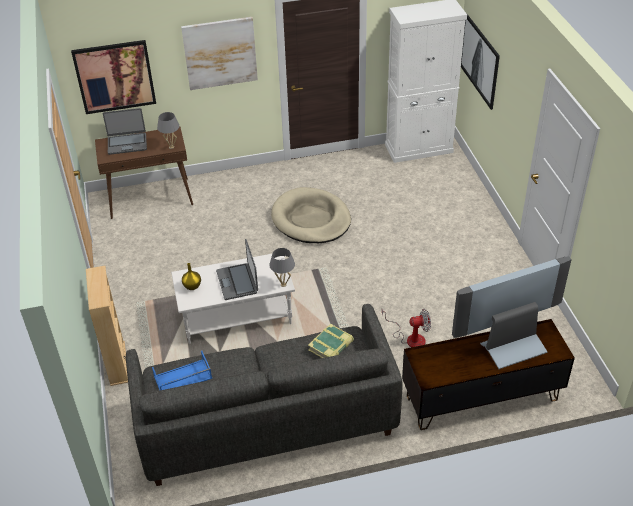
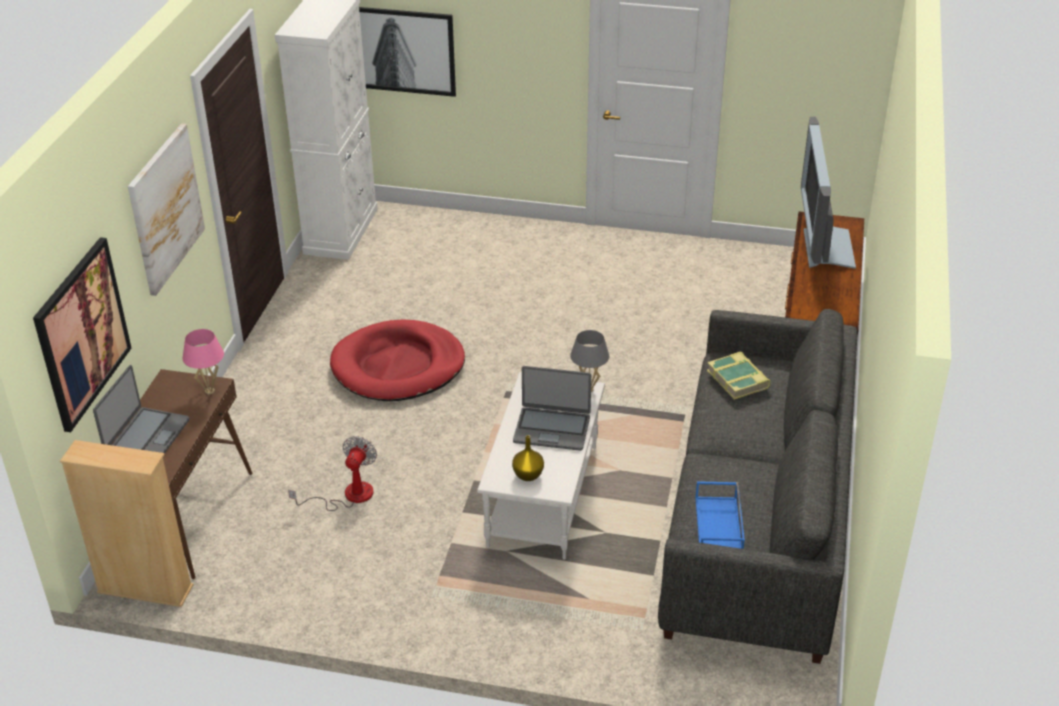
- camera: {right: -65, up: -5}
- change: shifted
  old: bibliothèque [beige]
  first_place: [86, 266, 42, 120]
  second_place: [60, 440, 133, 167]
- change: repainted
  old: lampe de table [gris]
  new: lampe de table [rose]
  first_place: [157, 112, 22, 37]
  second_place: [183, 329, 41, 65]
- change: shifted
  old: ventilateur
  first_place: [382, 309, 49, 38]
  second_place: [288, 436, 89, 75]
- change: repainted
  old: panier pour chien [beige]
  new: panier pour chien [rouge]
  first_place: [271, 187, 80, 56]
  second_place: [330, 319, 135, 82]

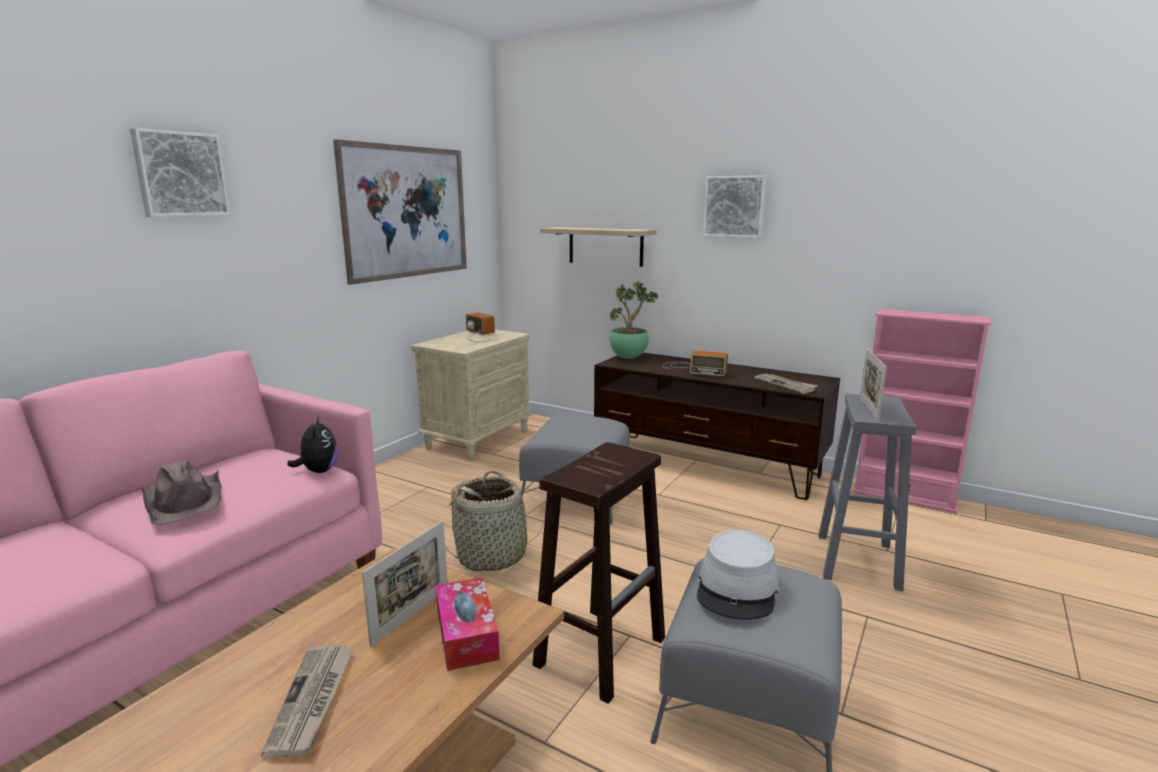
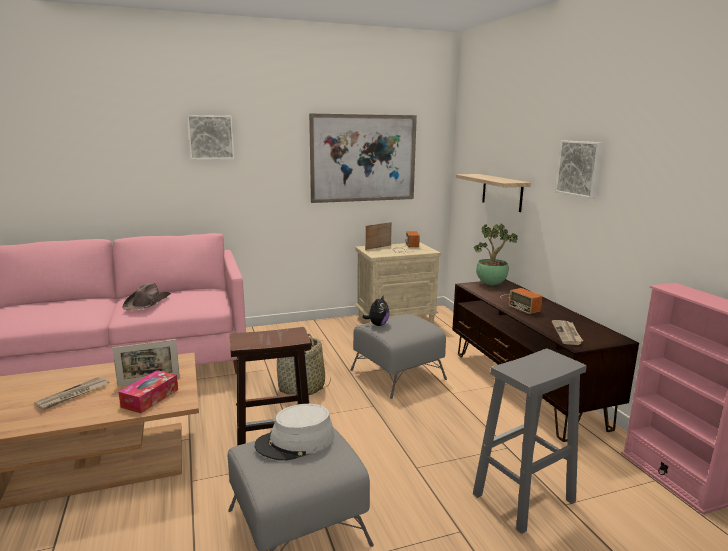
- camera: {right: 40, up: 0}
- change: shifted
  old: peluche
  first_place: [287, 417, 51, 56]
  second_place: [362, 295, 27, 31]
- change: shifted
  old: cadre photo
  first_place: [860, 349, 27, 72]
  second_place: [365, 222, 27, 28]

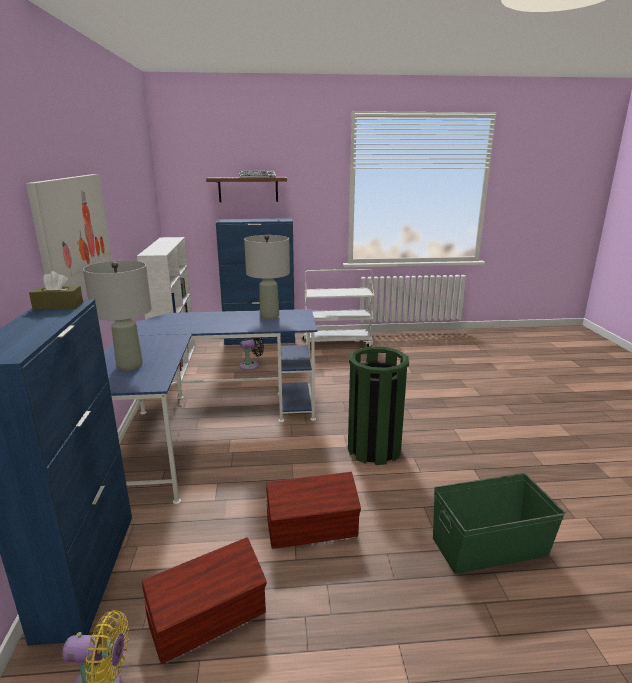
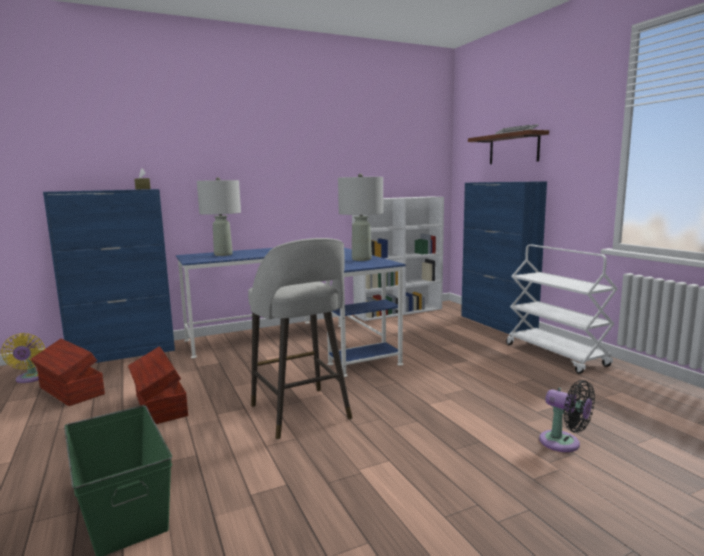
- camera: {right: 70, up: -10}
- change: swapped
  old: poubelle [vert]
  new: tabouret [gris]
  first_place: [348, 346, 61, 119]
  second_place: [248, 238, 104, 202]
- change: shifted
  old: ventilateur [noir]
  first_place: [240, 337, 24, 33]
  second_place: [539, 380, 56, 72]
- change: gone
  old: tableau
  first_place: [26, 174, 86, 119]

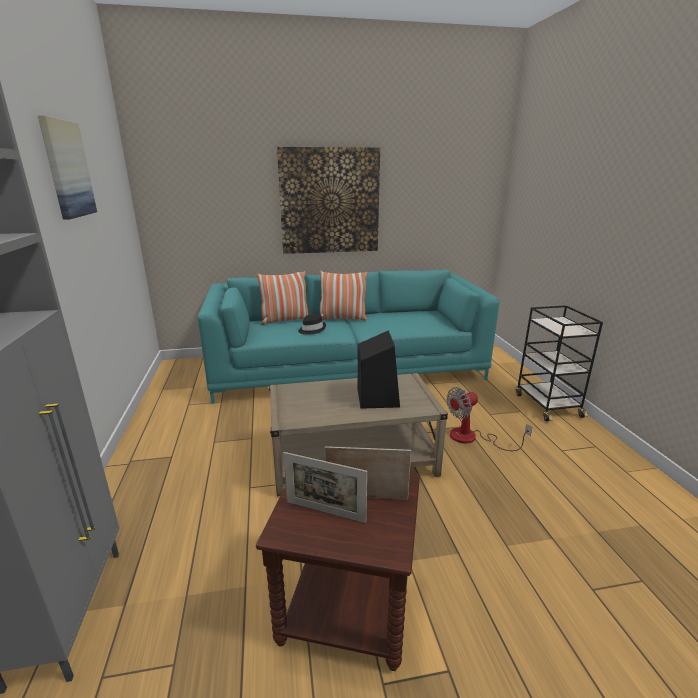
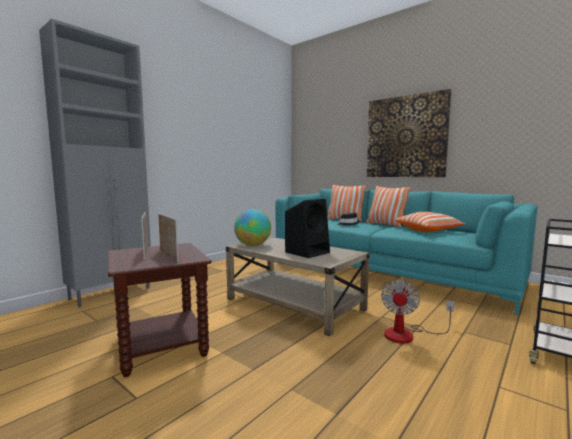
- camera: {right: 50, up: -15}
- change: new
  new: globe
  second_place: [234, 209, 37, 37]
- change: rotated
  old: ventilateur
  first_place: [446, 387, 86, 64]
  second_place: [381, 279, 73, 64]
  degrees: -90
- change: new
  new: coussin
  second_place: [395, 212, 71, 20]
- change: gone
  old: tableau
  first_place: [38, 115, 59, 105]

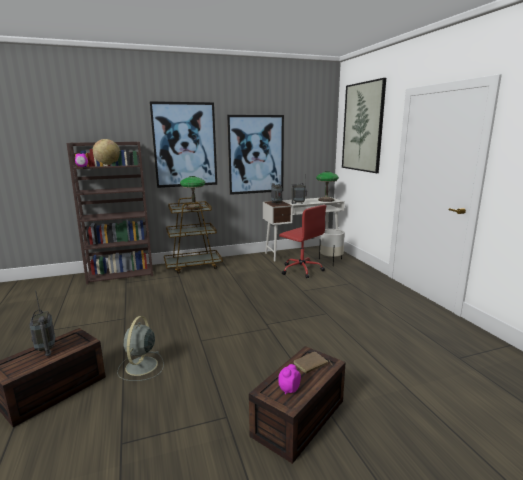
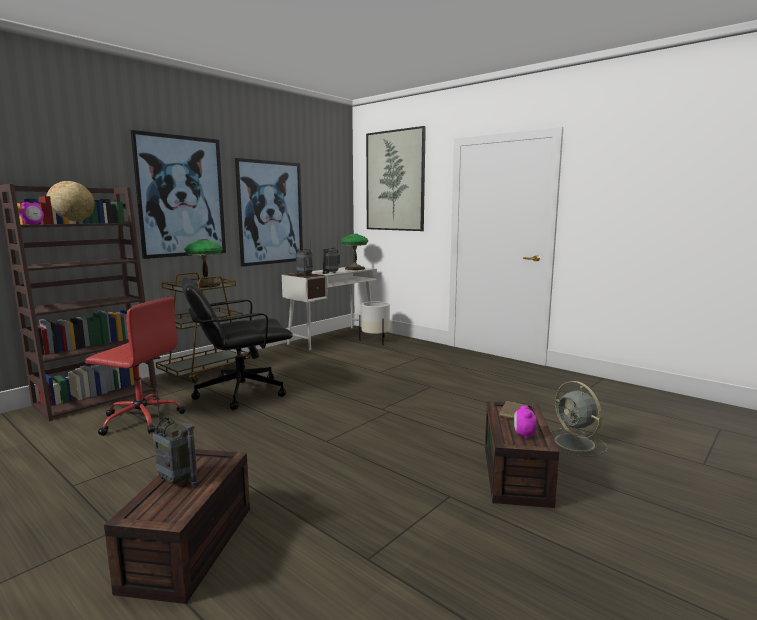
- camera: {right: -30, up: -5}
- change: shifted
  old: chaise de bureau [rouge]
  first_place: [279, 205, 47, 74]
  second_place: [85, 297, 101, 139]
- change: new
  new: chaise de bureau [noir]
  second_place: [181, 277, 112, 133]
- change: shifted
  old: ventilateur [gris]
  first_place: [117, 316, 47, 65]
  second_place: [551, 381, 57, 76]

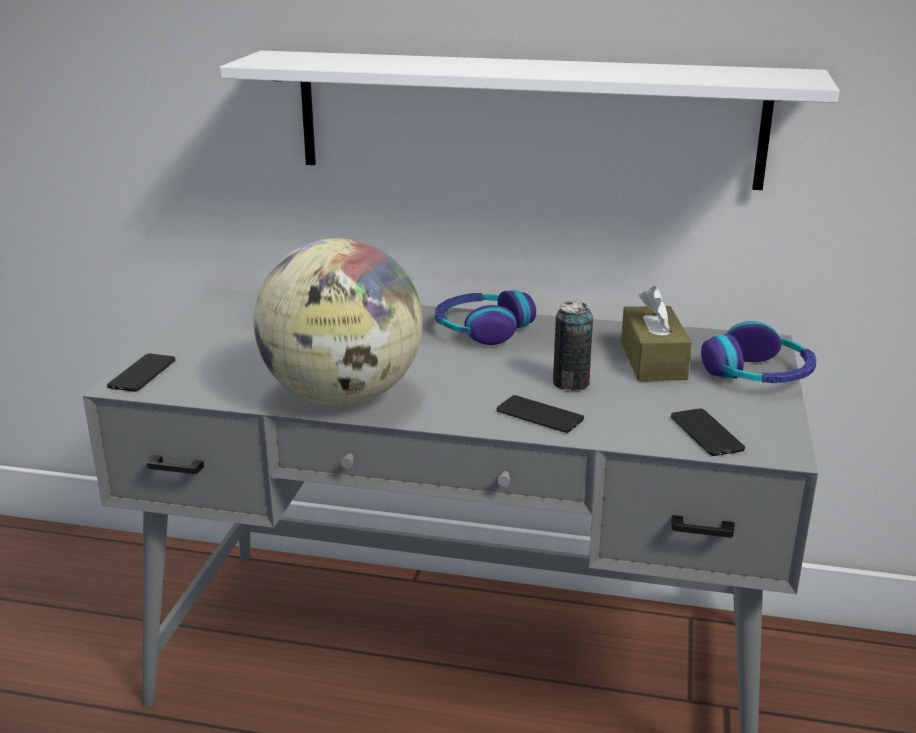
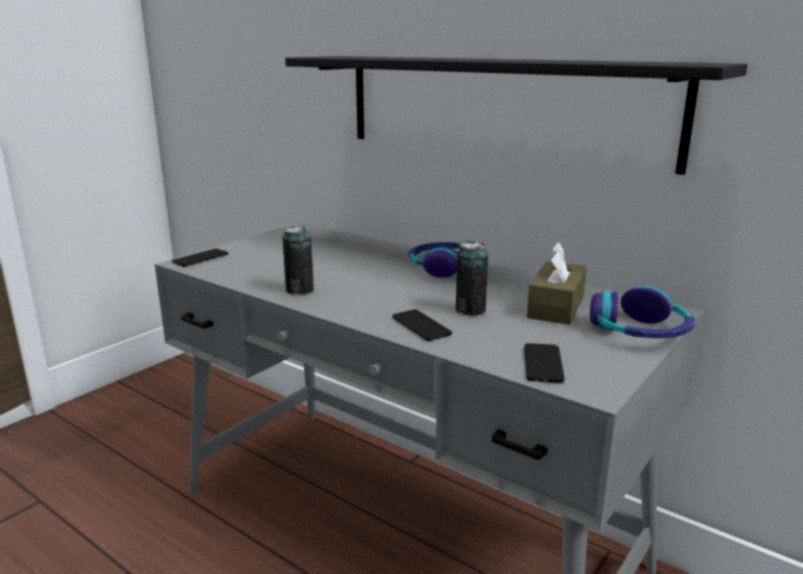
- camera: {right: 25, up: -5}
- change: swapped
  old: globe
  new: boîte métallique
  first_place: [254, 238, 169, 168]
  second_place: [282, 227, 32, 68]
- change: repainted
  old: étagère [blanc]
  new: étagère [noir]
  first_place: [220, 51, 619, 139]
  second_place: [285, 56, 462, 119]

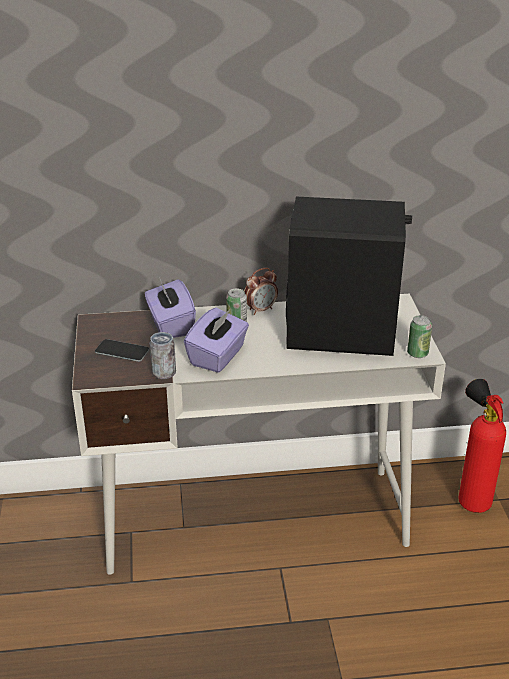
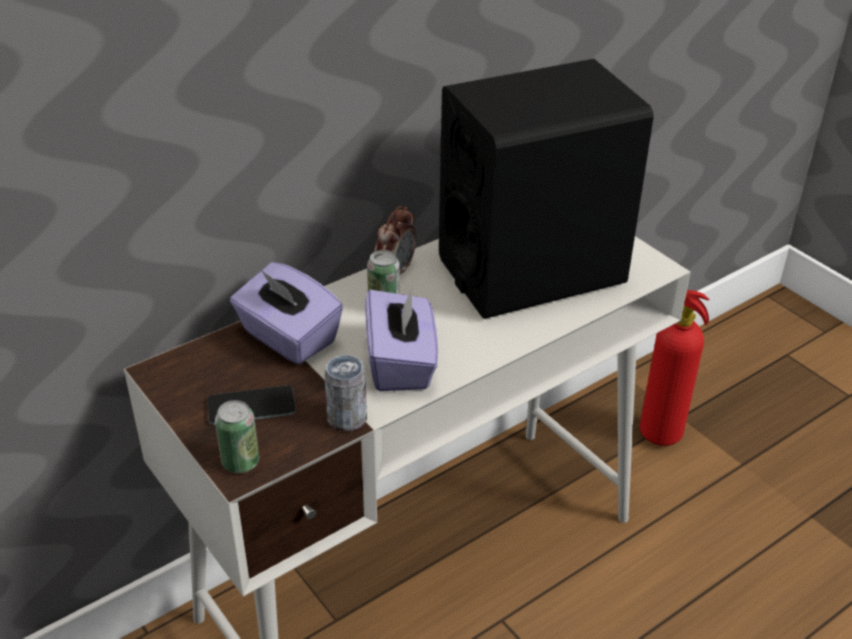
- camera: {right: -30, up: 5}
- change: shifted
  old: boîte métallique
  first_place: [407, 315, 25, 43]
  second_place: [215, 400, 44, 73]

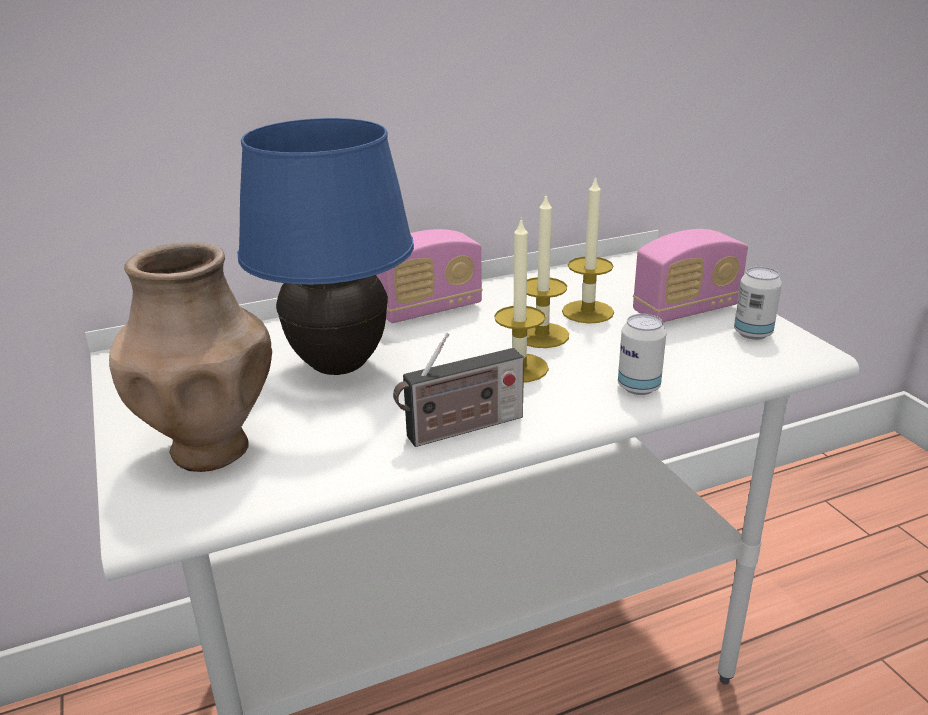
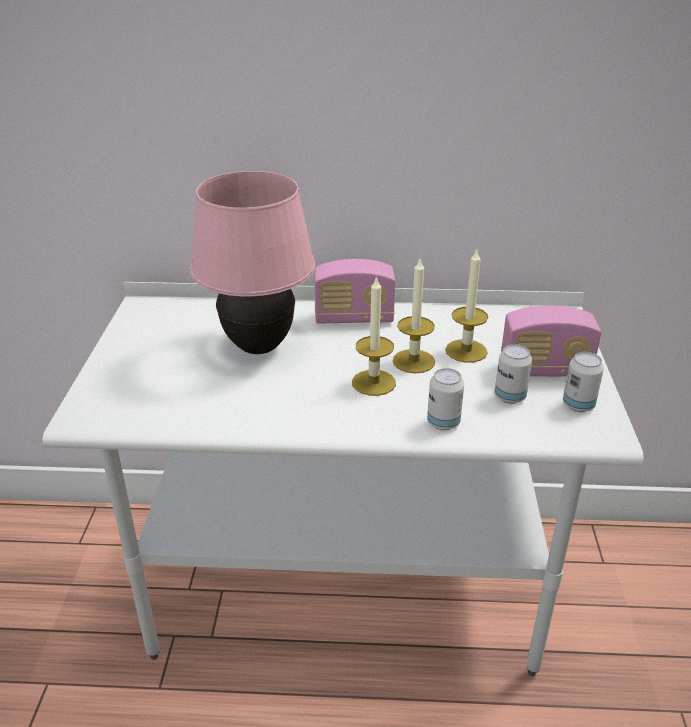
- camera: {right: 25, up: 5}
- change: repainted
  old: lampe de table [bleu]
  new: lampe de table [rose]
  first_place: [237, 118, 177, 257]
  second_place: [190, 171, 125, 183]
- change: new
  new: boîte métallique
  second_place: [495, 344, 37, 60]
- change: gone
  old: vase [marron]
  first_place: [109, 242, 163, 230]
- change: gone
  old: radio
  first_place: [393, 332, 131, 115]

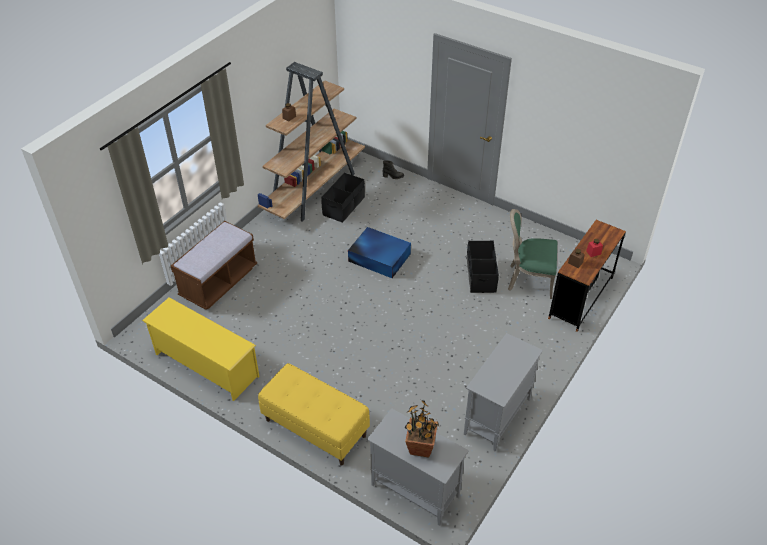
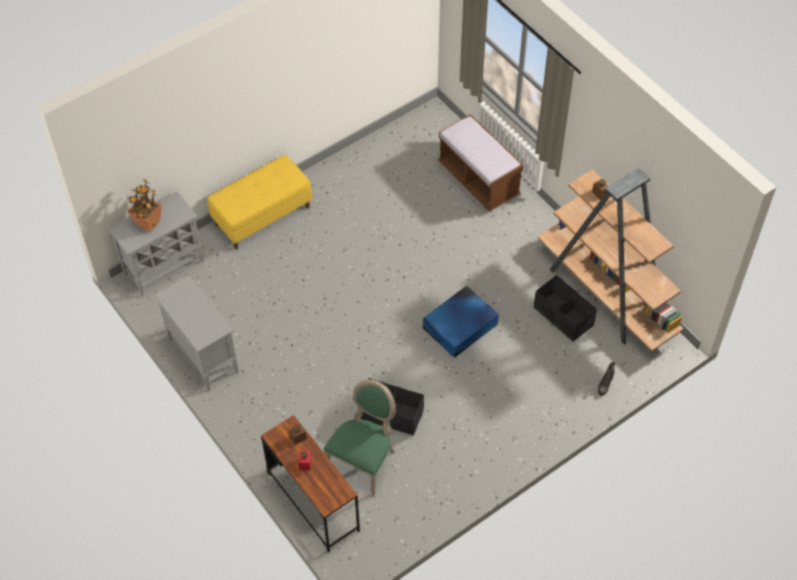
- camera: {right: 110, up: 10}
- change: gone
  old: étagère à chaussures [jaune]
  first_place: [142, 297, 118, 104]

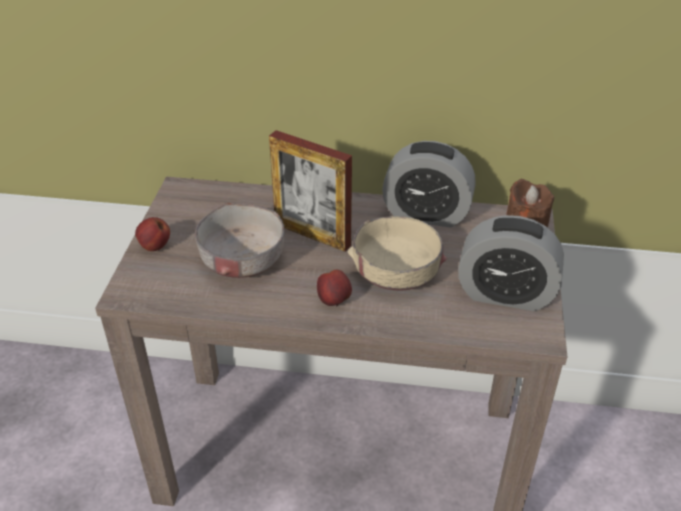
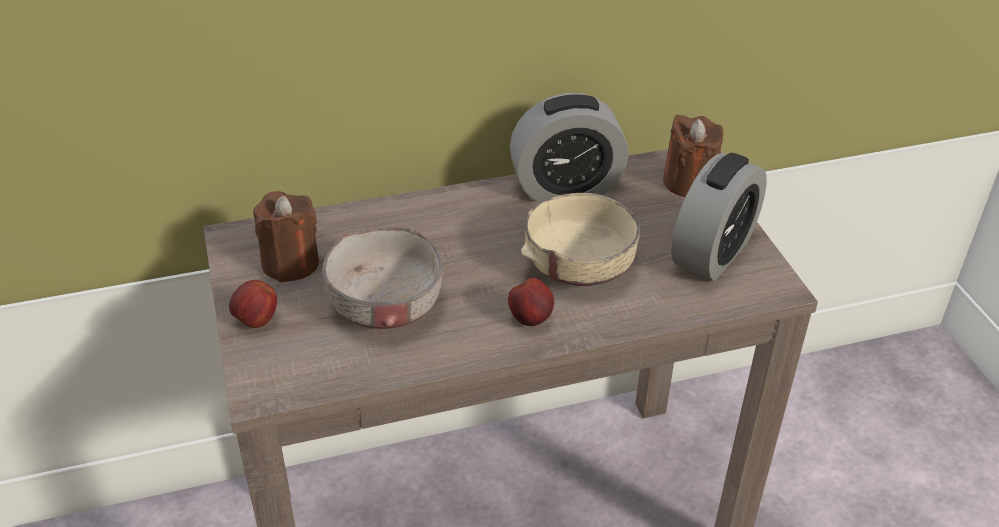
- camera: {right: -25, up: 0}
- change: new
  new: bougie [marron]
  second_place: [253, 191, 66, 91]
- change: rotated
  old: réveil
  first_place: [458, 215, 106, 96]
  second_place: [671, 153, 96, 128]
  degrees: -45
- change: gone
  old: cadre photo
  first_place: [269, 130, 83, 122]

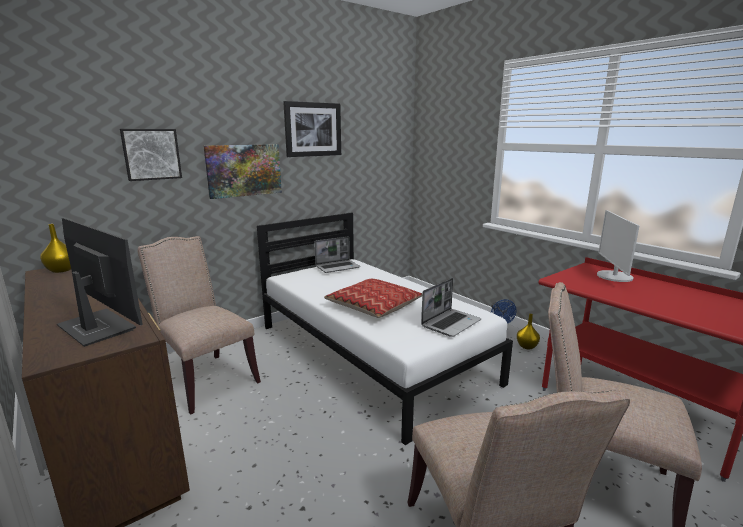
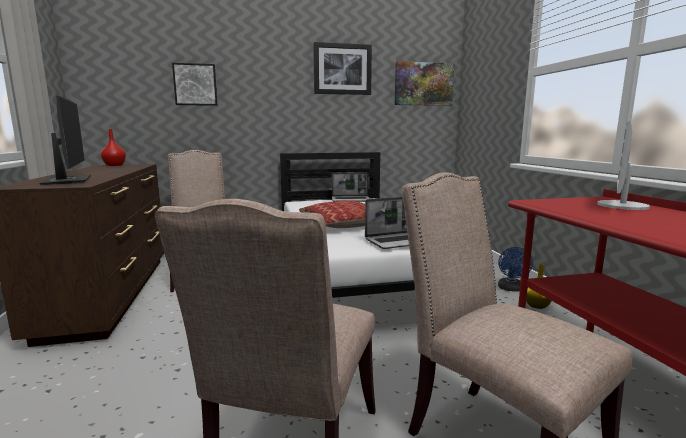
- camera: {right: 25, up: -5}
- change: repainted
  old: vase [jaune]
  new: vase [rouge]
  first_place: [40, 224, 31, 49]
  second_place: [101, 129, 25, 37]
- change: shifted
  old: tableau
  first_place: [204, 144, 78, 55]
  second_place: [395, 61, 60, 45]

